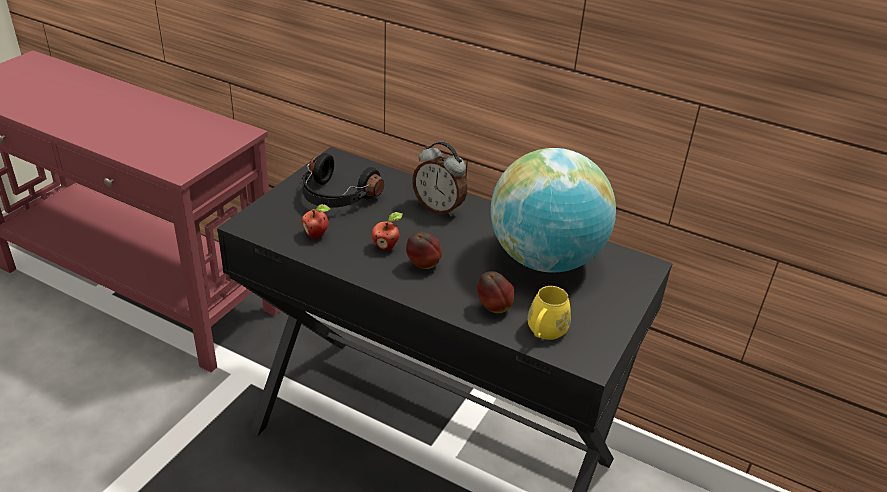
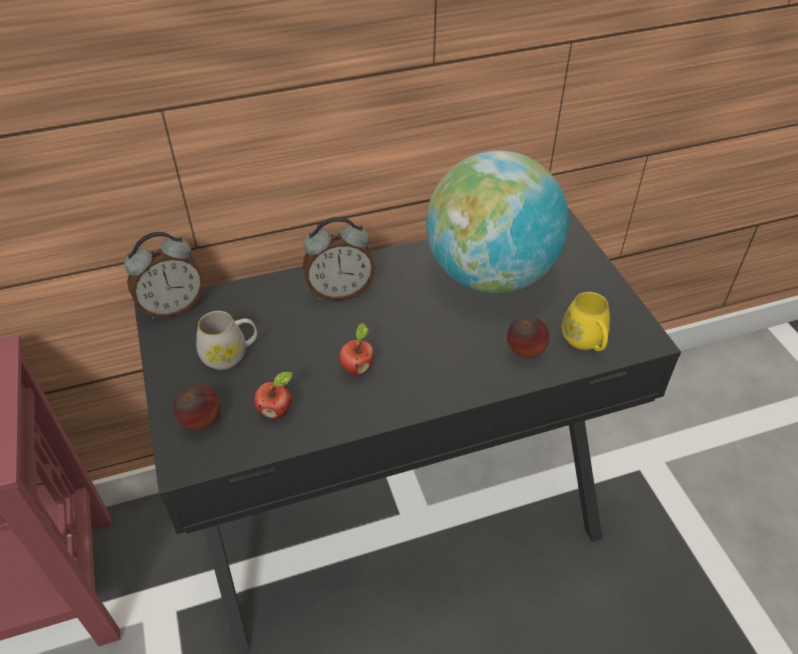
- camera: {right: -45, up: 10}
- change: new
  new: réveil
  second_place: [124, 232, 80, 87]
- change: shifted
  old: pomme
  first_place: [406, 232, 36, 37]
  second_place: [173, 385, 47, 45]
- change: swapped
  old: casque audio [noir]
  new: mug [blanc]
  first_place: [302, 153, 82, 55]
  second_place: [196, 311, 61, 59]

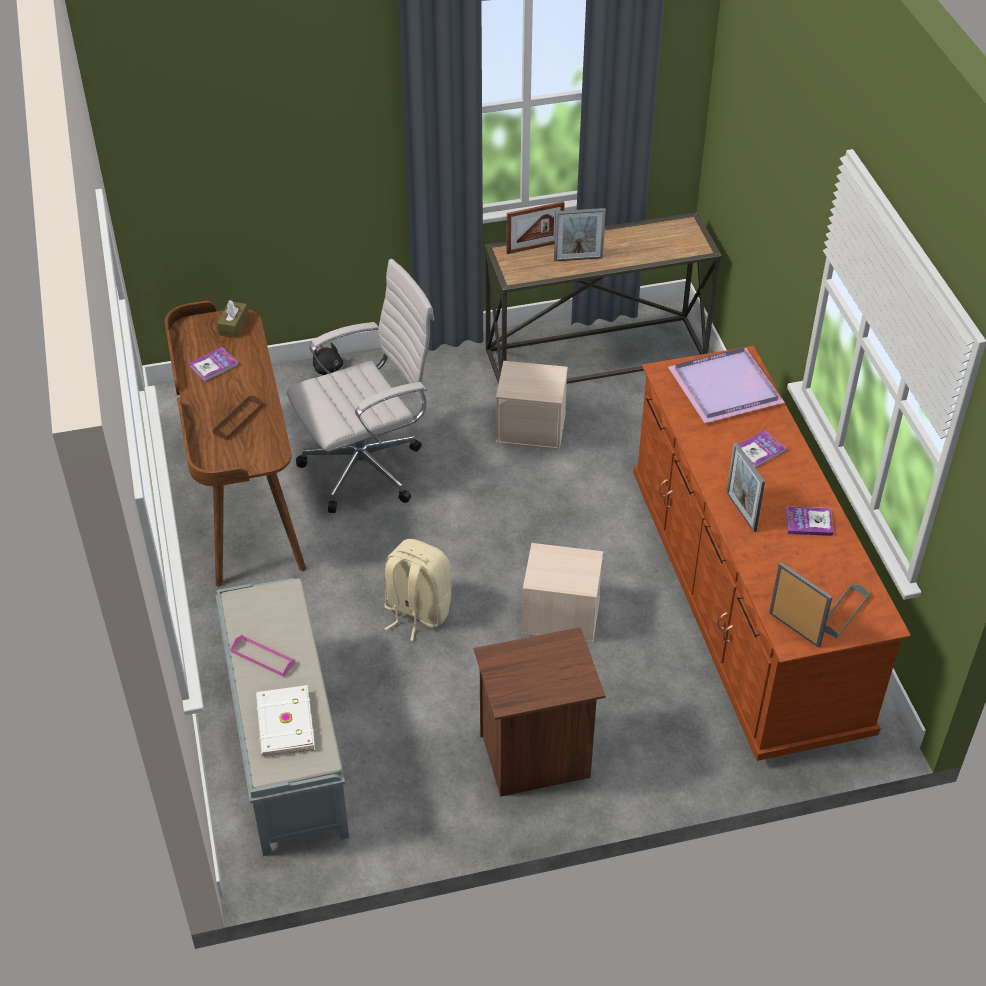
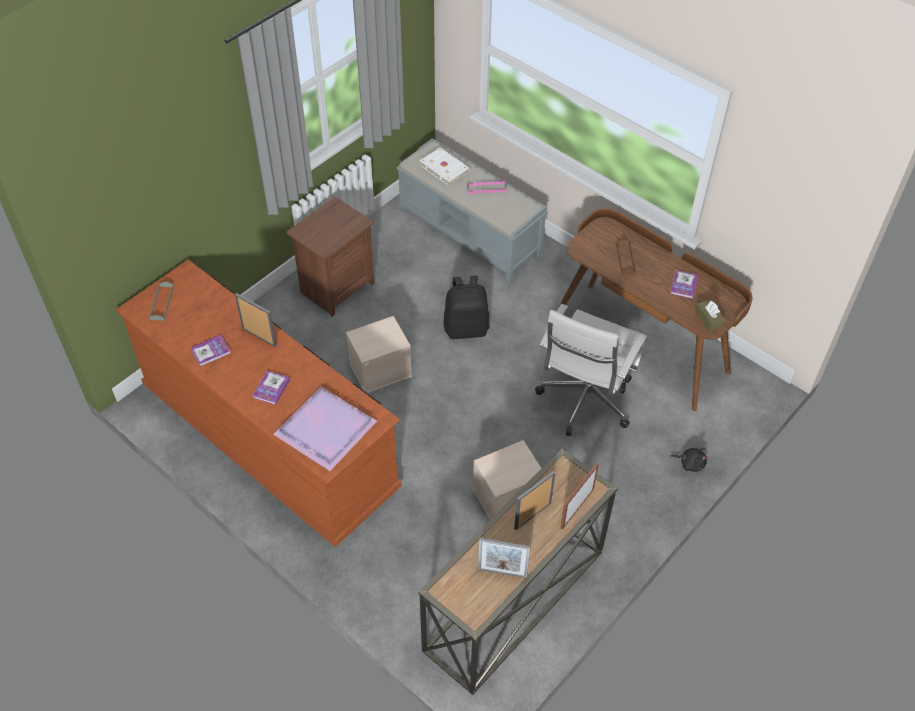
- camera: {right: 145, up: 5}
- change: repainted
  old: sac à dos [beige]
  new: sac à dos [noir]
  first_place: [384, 539, 68, 102]
  second_place: [443, 276, 47, 63]
- change: shifted
  old: cadre photo
  first_place: [769, 562, 63, 86]
  second_place: [478, 538, 53, 40]

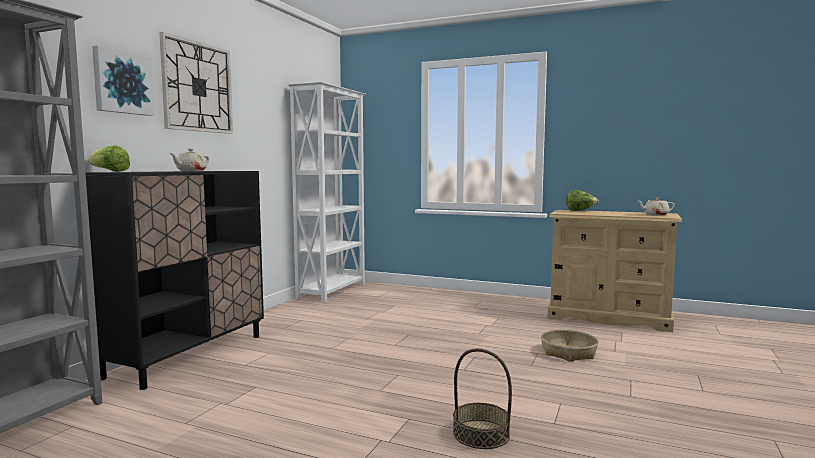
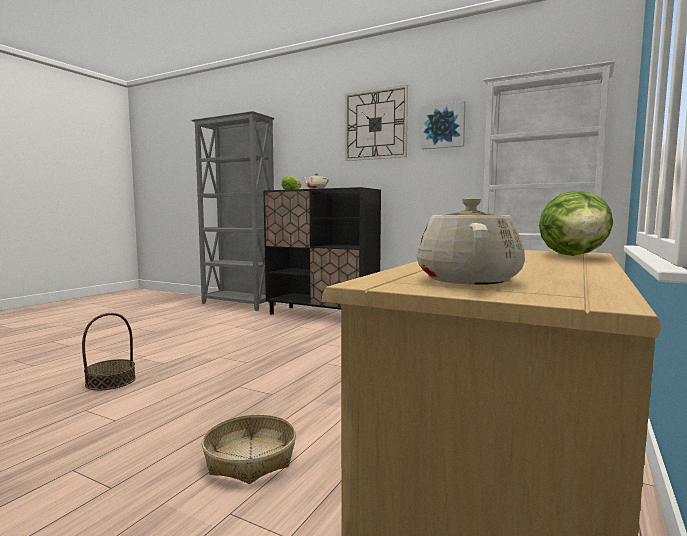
- camera: {right: 95, up: 0}
- change: shifted
  old: tableau
  first_place: [92, 46, 62, 70]
  second_place: [421, 101, 45, 48]

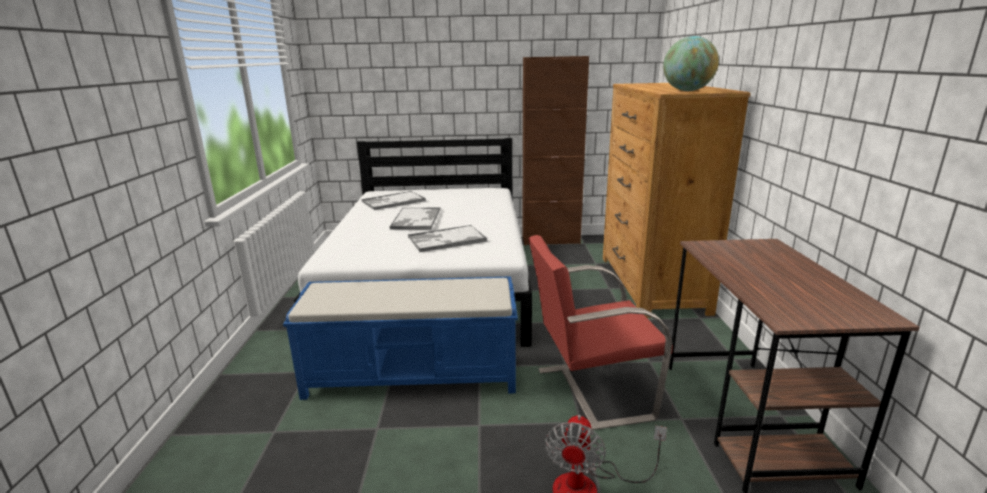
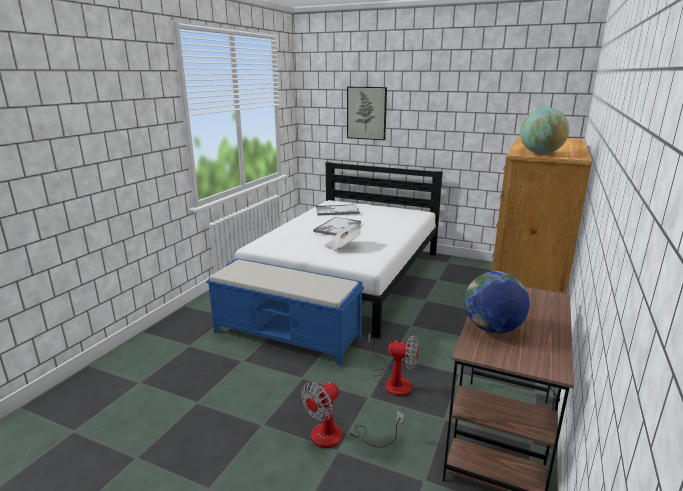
- camera: {right: 25, up: 0}
- change: swapped
  old: plateau
  new: journal
  first_place: [408, 225, 79, 27]
  second_place: [324, 224, 38, 26]
- change: new
  new: tableau
  second_place: [347, 87, 40, 53]
- change: swapped
  old: chaise [rouge]
  new: ventilateur
  first_place: [528, 235, 145, 195]
  second_place: [368, 333, 51, 64]
- change: new
  new: globe
  second_place: [465, 271, 65, 63]
- change: gone
  old: meuble de rangement [marron]
  first_place: [522, 56, 67, 190]

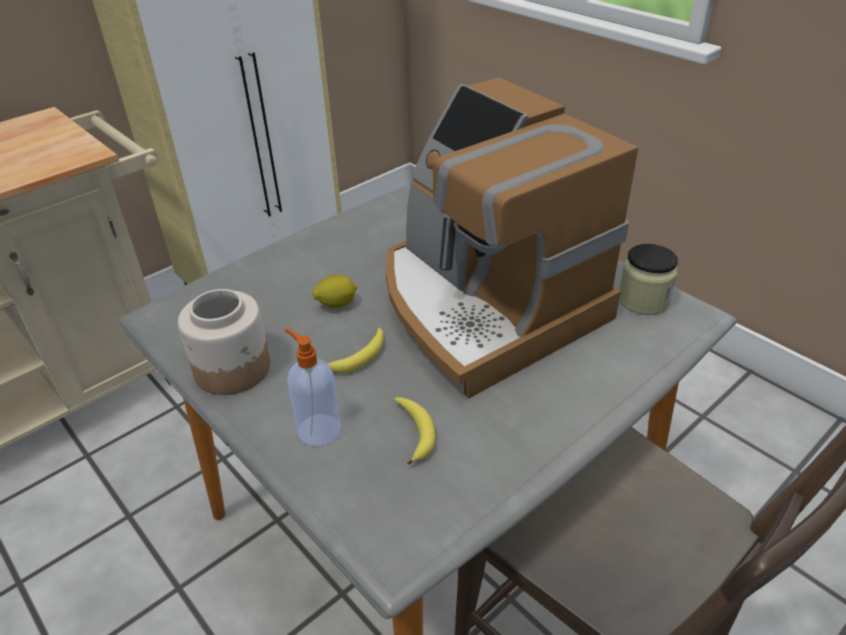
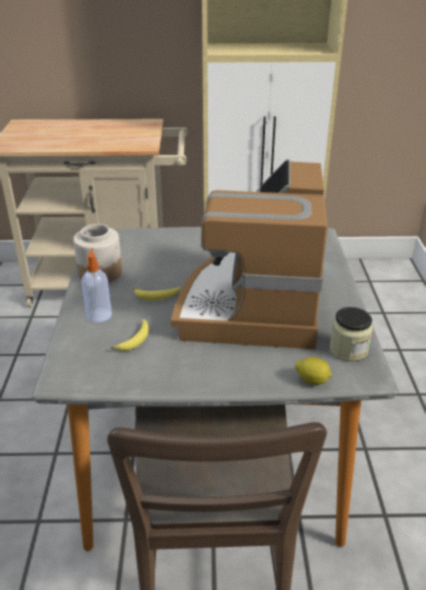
- camera: {right: 40, up: -5}
- change: shifted
  old: citron
  first_place: [312, 275, 45, 33]
  second_place: [295, 357, 37, 28]

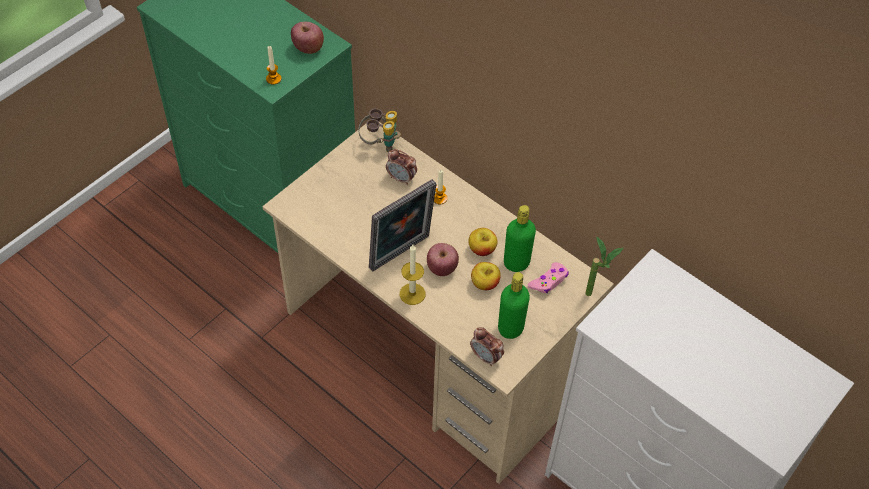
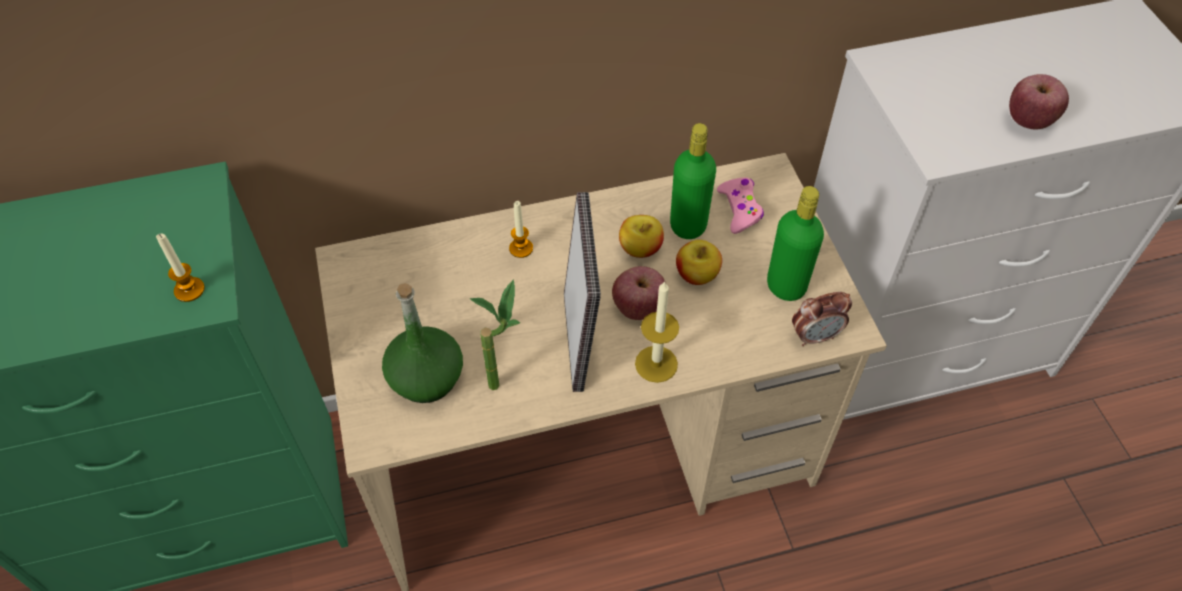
- camera: {right: -55, up: 0}
- change: new
  new: bouteille [vert]
  second_place: [382, 283, 81, 120]
- change: shifted
  old: plante en pot
  first_place: [586, 236, 38, 60]
  second_place: [470, 280, 50, 110]
- change: shifted
  old: pomme
  first_place: [291, 22, 33, 32]
  second_place: [1009, 74, 60, 56]
- change: gone
  old: jumelles
  first_place: [359, 108, 42, 45]
- change: gone
  old: réveil
  first_place: [386, 149, 31, 36]

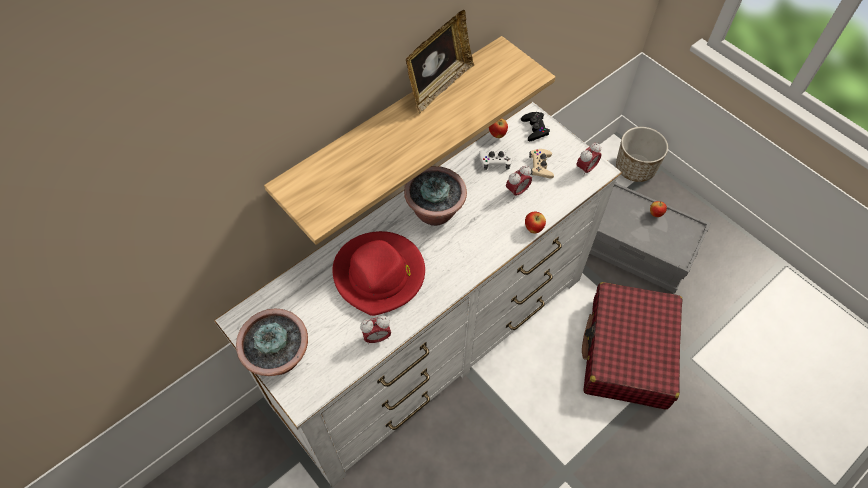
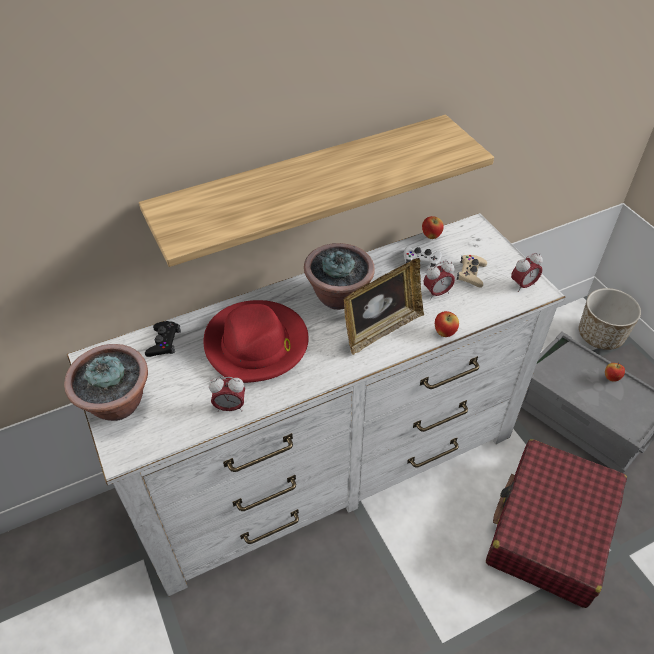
- camera: {right: 15, up: -10}
- change: shifted
  old: manette [noir]
  first_place: [521, 112, 29, 29]
  second_place: [145, 321, 36, 36]
- change: shifted
  old: cadre photo
  first_place: [406, 10, 68, 103]
  second_place: [344, 258, 80, 97]

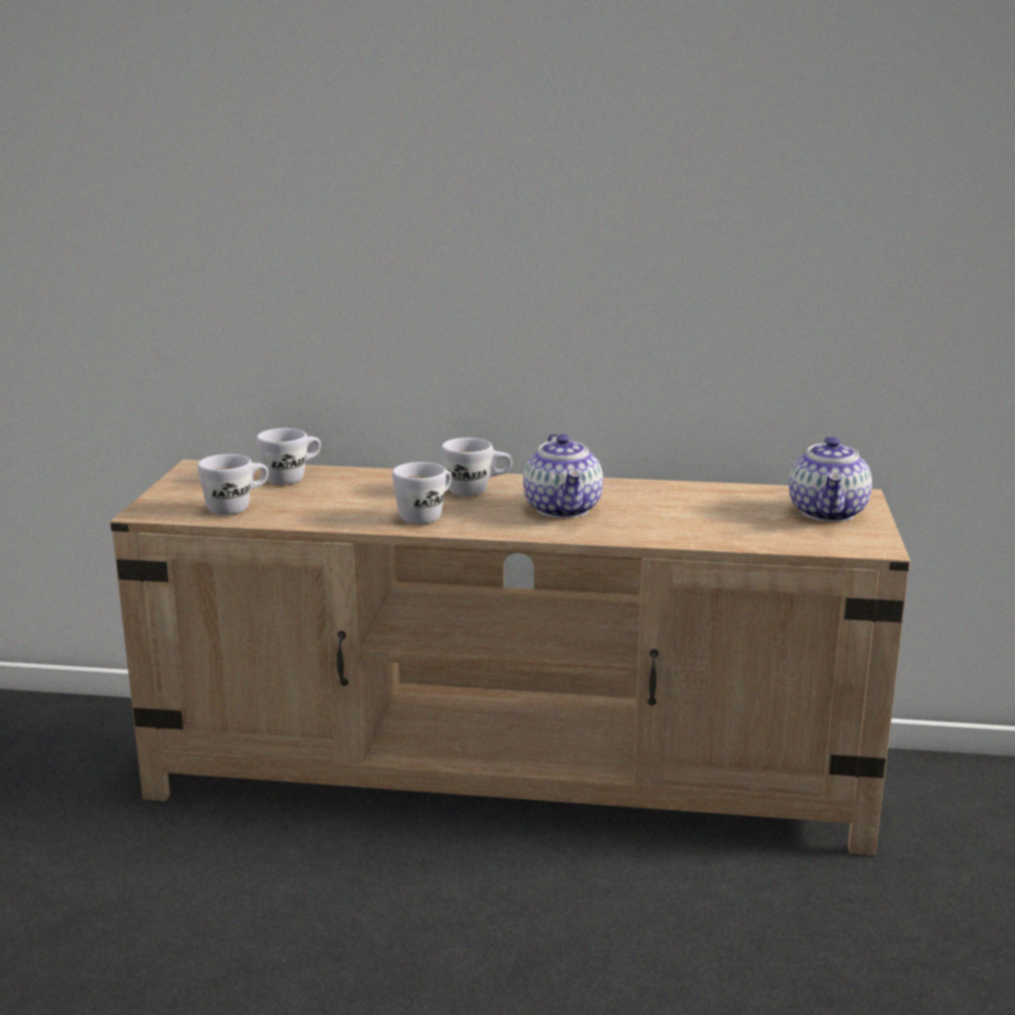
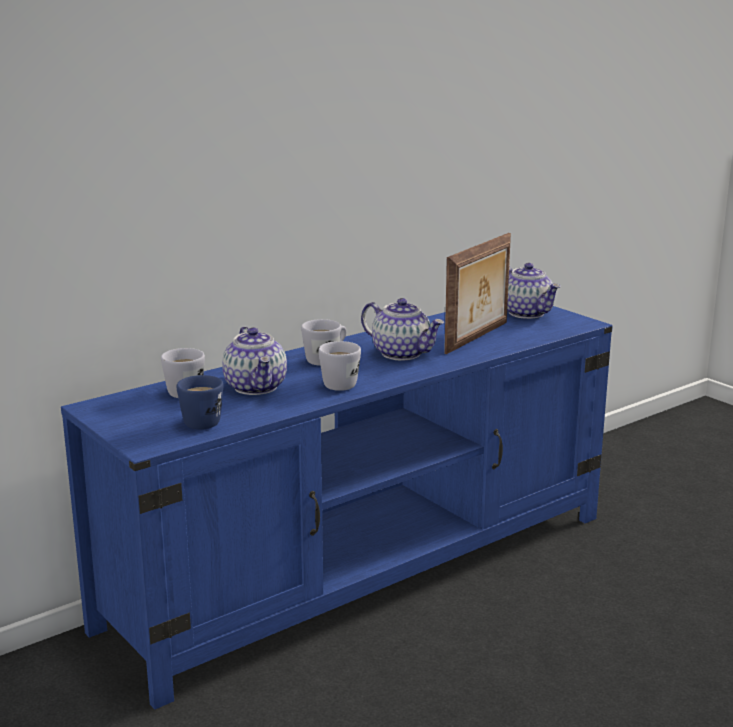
- camera: {right: -45, up: 0}
- change: repainted
  old: meuble télé [beige]
  new: meuble télé [bleu]
  first_place: [110, 460, 800, 395]
  second_place: [61, 306, 552, 403]
- change: repainted
  old: mug [blanc]
  new: mug [bleu]
  first_place: [197, 454, 72, 61]
  second_place: [177, 375, 46, 55]
- change: new
  new: théière
  second_place: [222, 327, 65, 68]
- change: new
  new: cadre photo
  second_place: [444, 233, 67, 121]

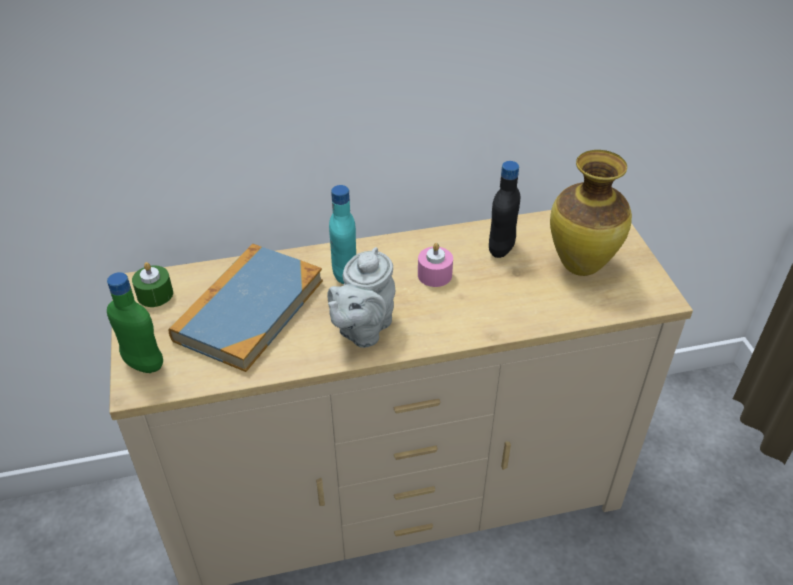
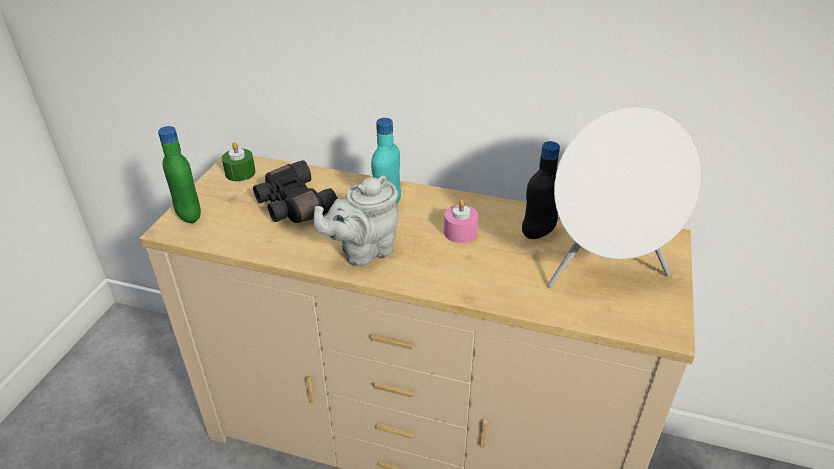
- camera: {right: 30, up: -5}
- change: swapped
  old: livre
  new: jumelles [noir]
  first_place: [168, 244, 155, 128]
  second_place: [253, 160, 85, 63]
- change: swapped
  old: vase
  new: enceinte [blanc]
  first_place: [550, 150, 82, 126]
  second_place: [547, 106, 155, 182]

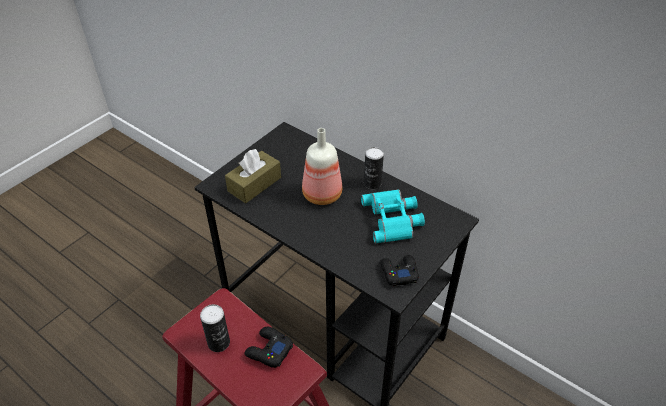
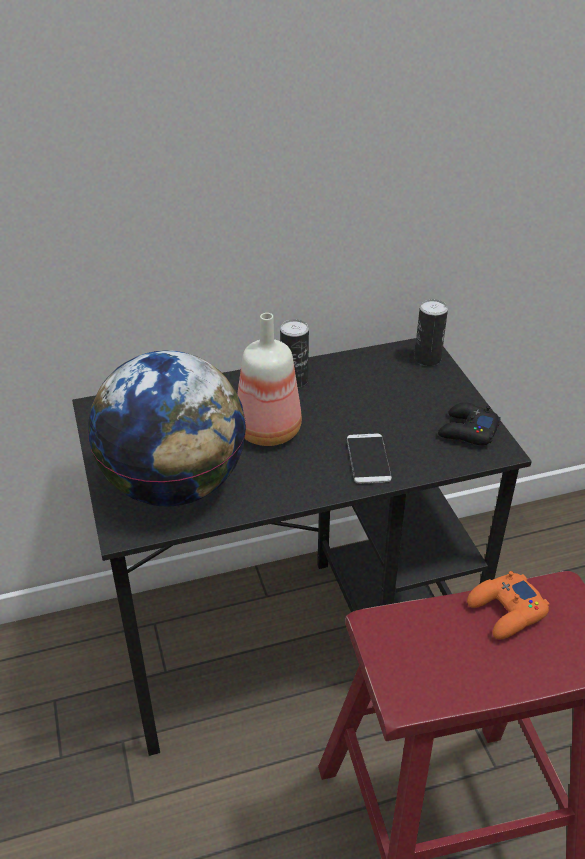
- camera: {right: -55, up: -5}
- change: swapped
  old: boîte à mouchoirs [marron]
  new: globe
  first_place: [225, 149, 56, 54]
  second_place: [88, 350, 158, 157]
- change: new
  new: téléphone
  second_place: [347, 433, 45, 51]
- change: shifted
  old: boîte métallique
  first_place: [200, 304, 30, 48]
  second_place: [414, 299, 34, 67]
- change: repainted
  old: manette [noir]
  new: manette [orange]
  first_place: [245, 327, 48, 41]
  second_place: [467, 571, 83, 68]
- change: gone
  old: jumelles [turquoise]
  first_place: [361, 189, 64, 54]

